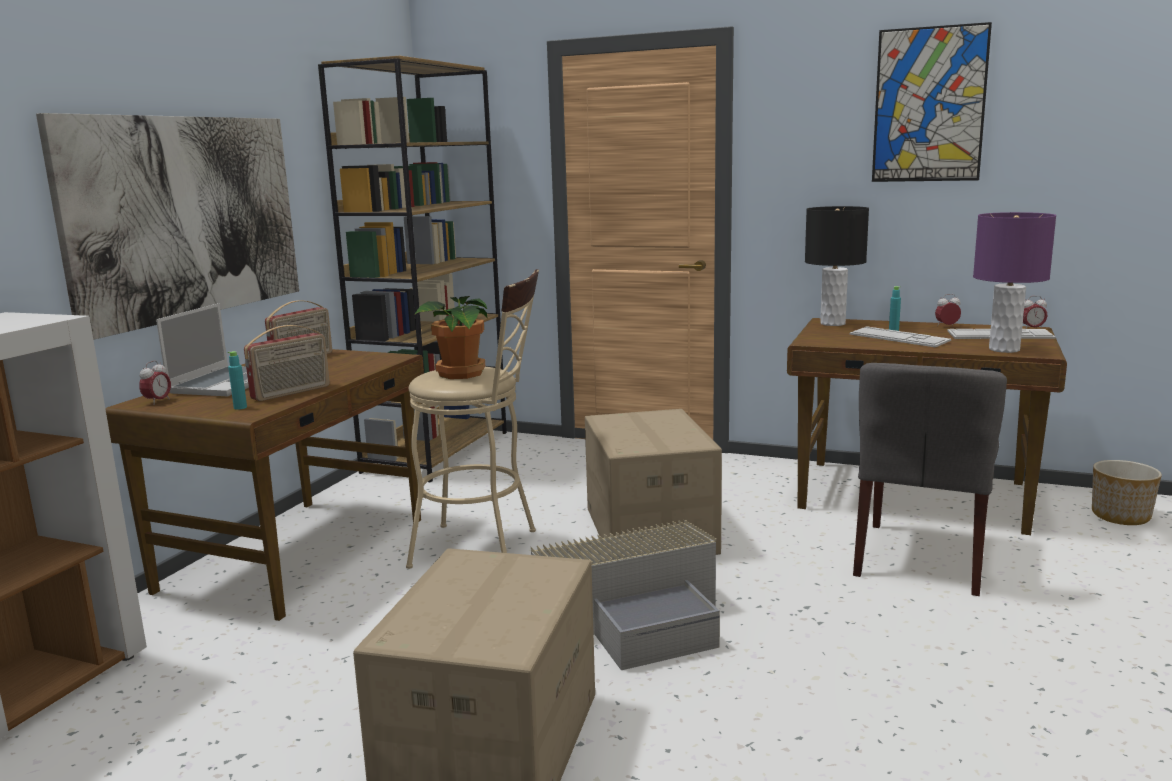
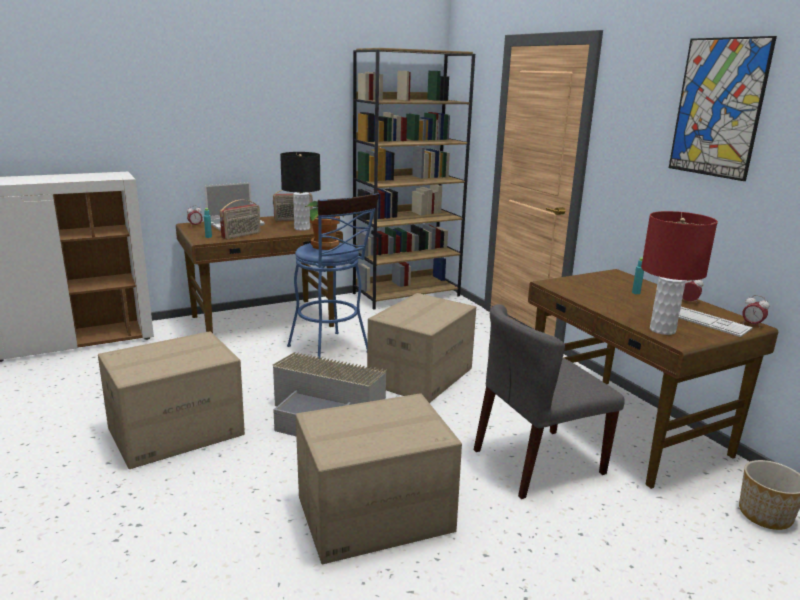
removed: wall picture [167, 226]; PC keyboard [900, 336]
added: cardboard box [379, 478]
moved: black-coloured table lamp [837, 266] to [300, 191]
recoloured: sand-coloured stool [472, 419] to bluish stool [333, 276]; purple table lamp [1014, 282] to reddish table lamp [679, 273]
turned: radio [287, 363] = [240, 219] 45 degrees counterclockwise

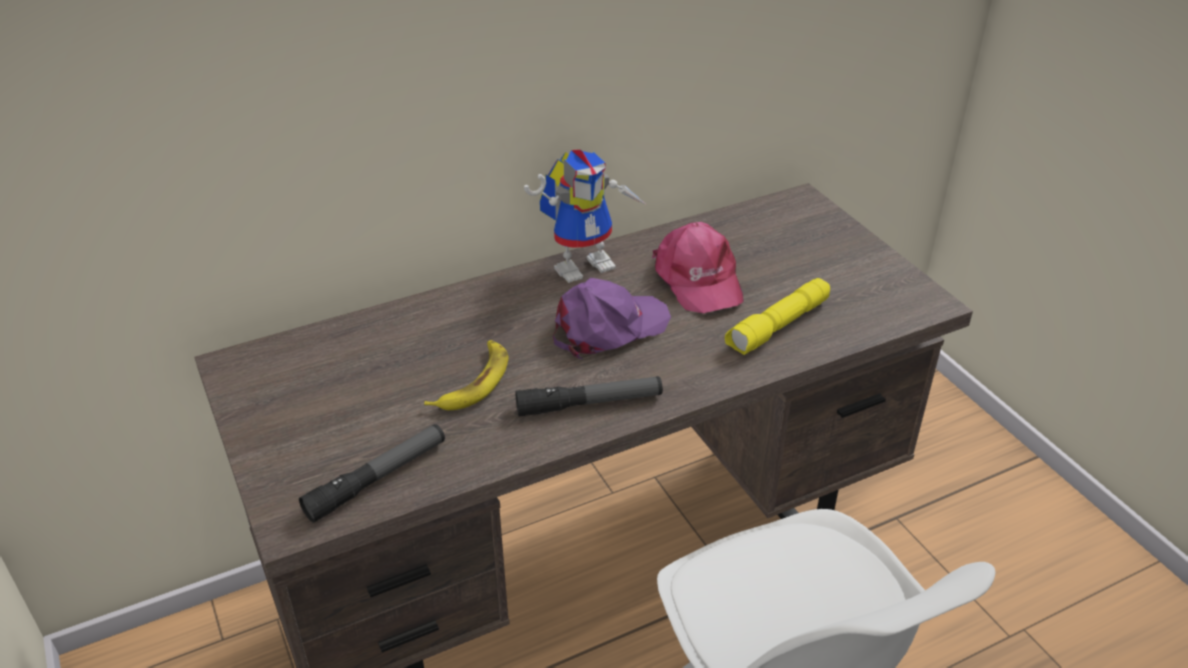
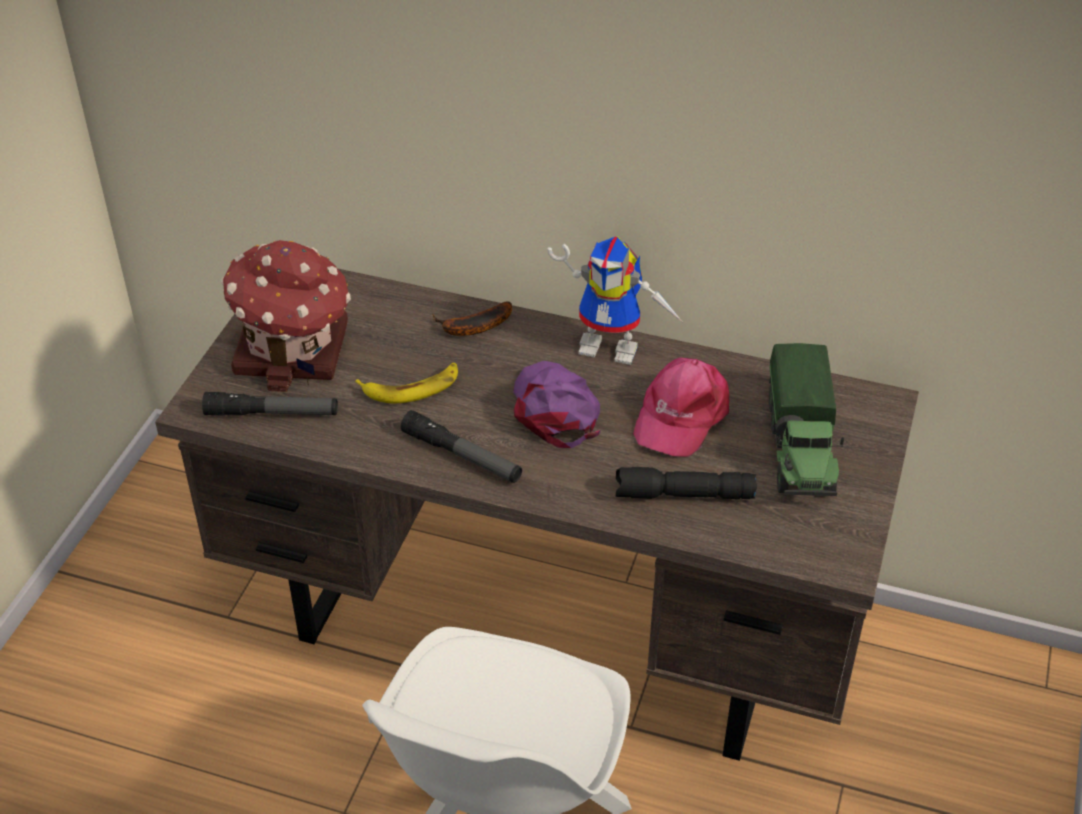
added: miniature house [286, 316]; banana [472, 318]; model truck [806, 419]
recoloured: yellowish hand torch [777, 316] to black-coloured hand torch [686, 483]
turned: purple peaked cap [612, 319] = [557, 404] 120 degrees counterclockwise

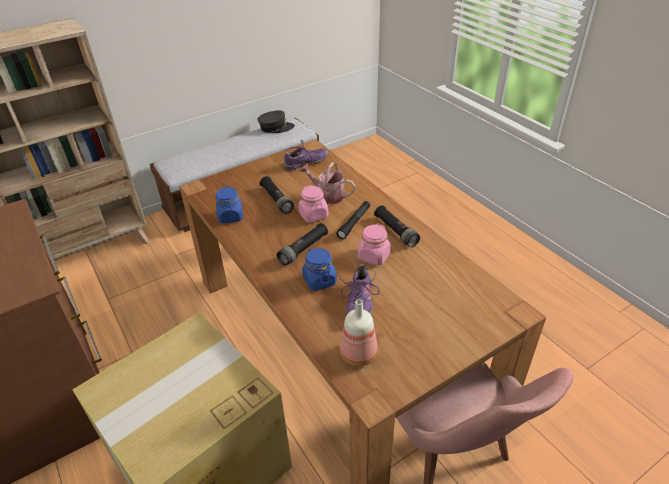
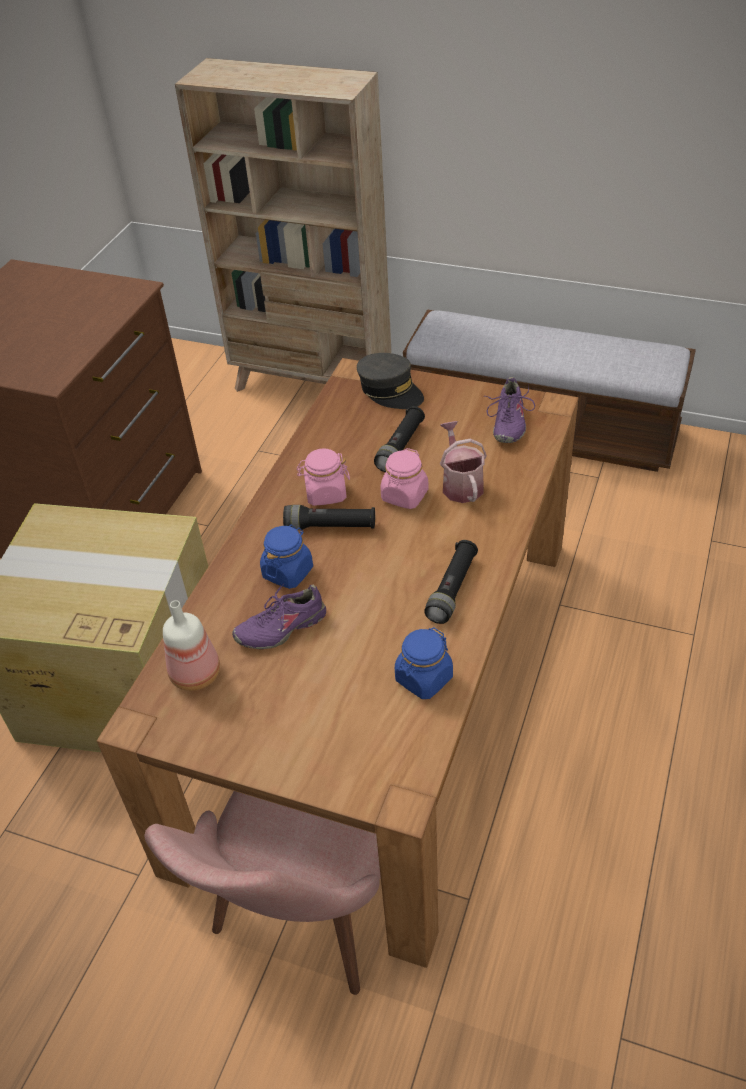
removed: black-coloured hand torch [353, 220]
moved: pink jar [374, 244] to [323, 477]; greyish peaked cap [276, 121] to [390, 381]; bluish jar [229, 204] to [424, 663]
turned: purple low shoe [305, 155] = [509, 410] 75 degrees clockwise

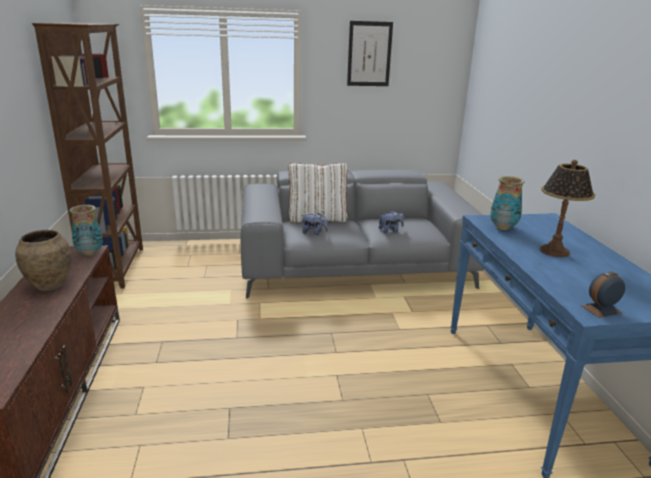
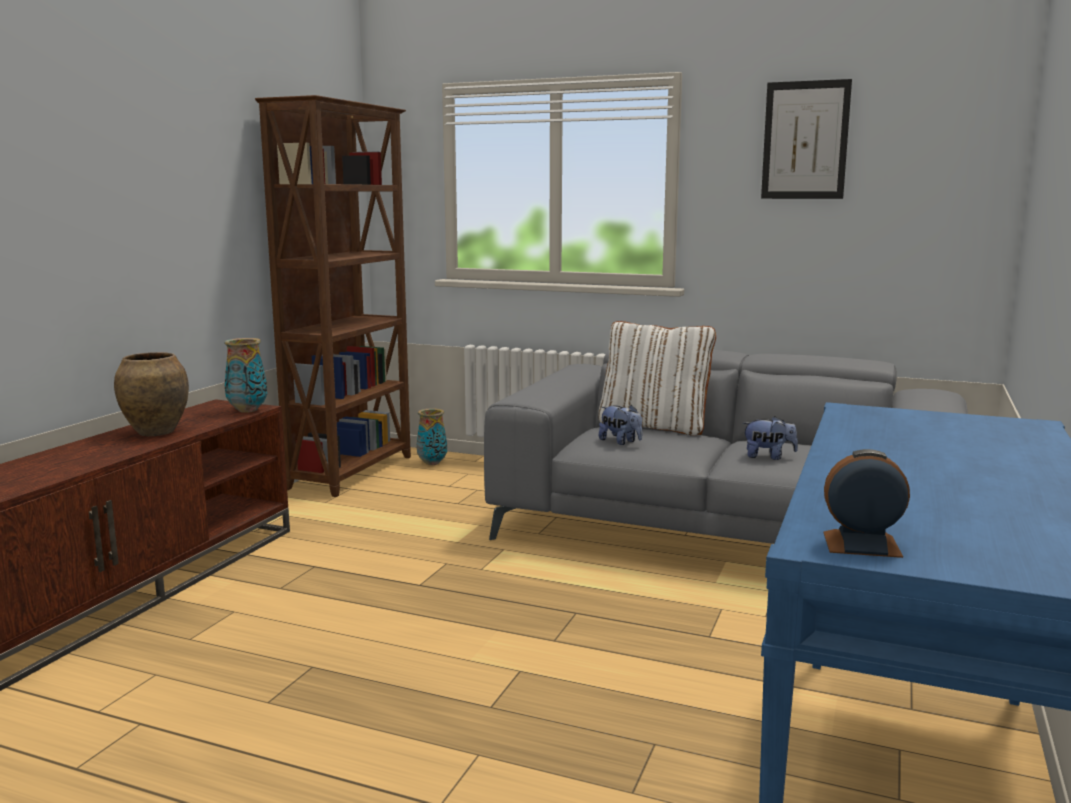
removed: table lamp [567, 208]
moved: vase [507, 203] to [432, 436]

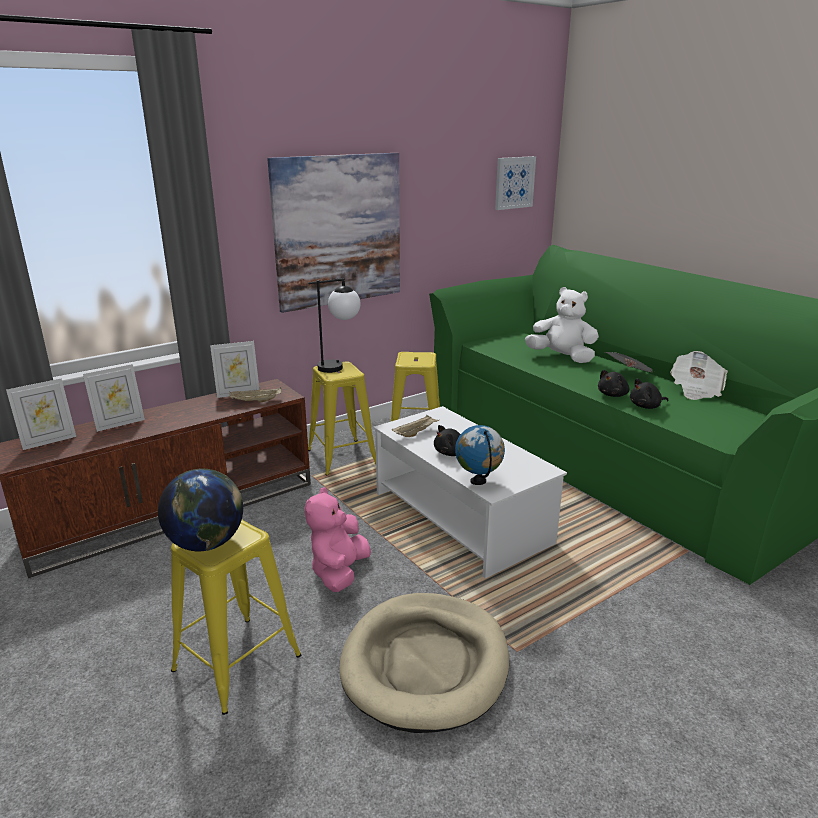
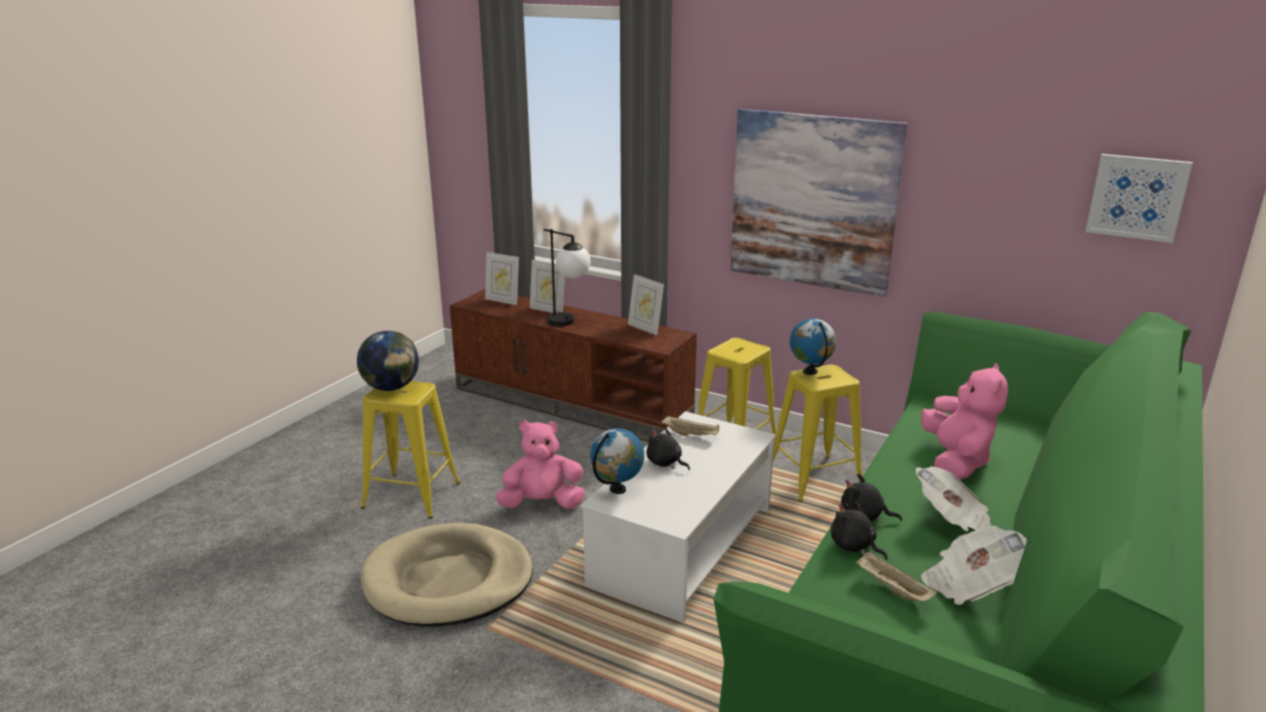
added: world globe [813, 346]
moved: table lamp [334, 325] to [567, 278]; sand-coloured carrying tray [255, 395] to [896, 575]
recoloured: white-coloured plush toy [562, 325] to pink plush toy [964, 421]

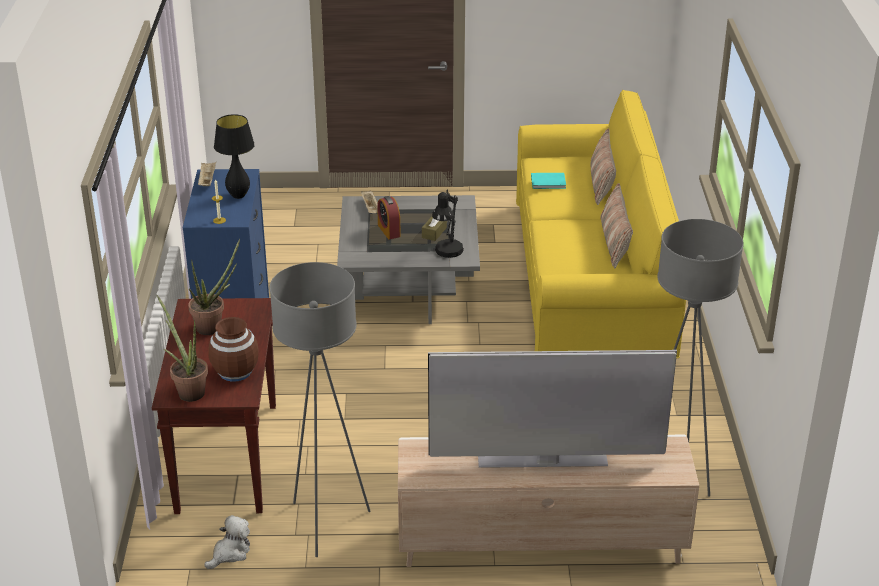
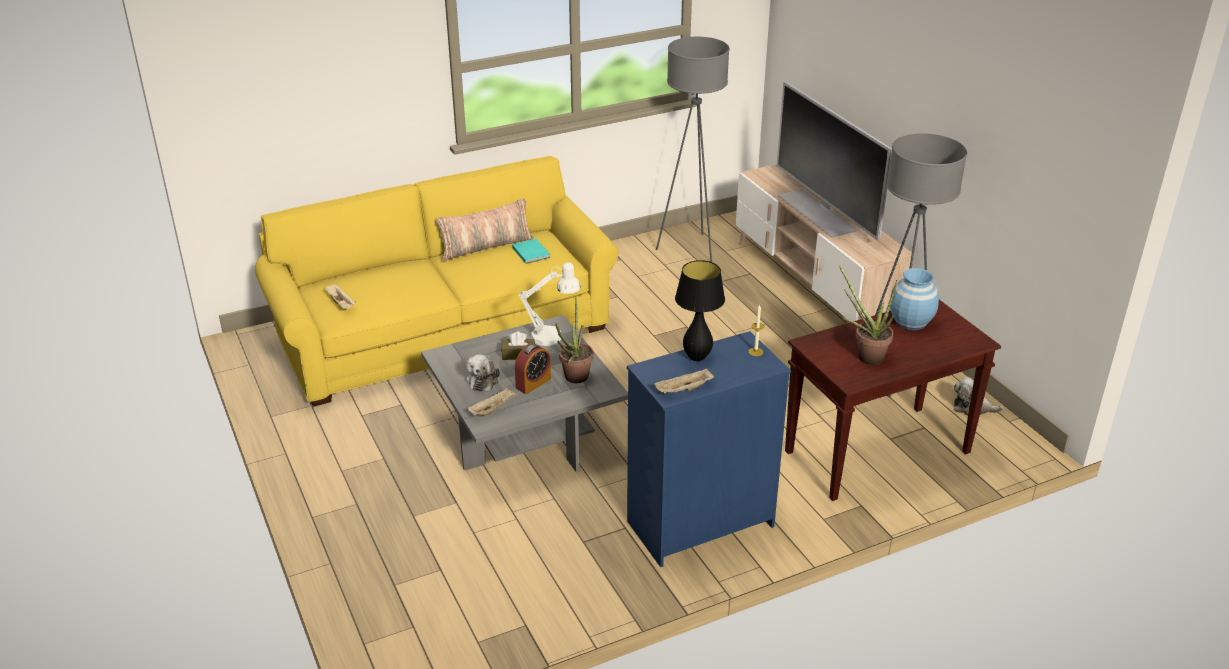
removed: pillow [603, 166]
added: sand-coloured carrying tray [340, 296]; plush toy [483, 372]
moved: blue-green bound book [548, 181] to [531, 251]; plant in a pot [182, 348] to [574, 339]
recoloured: black-coloured table lamp [448, 223] to white-coloured table lamp [550, 304]; brown vase [233, 349] to bluish vase [914, 299]

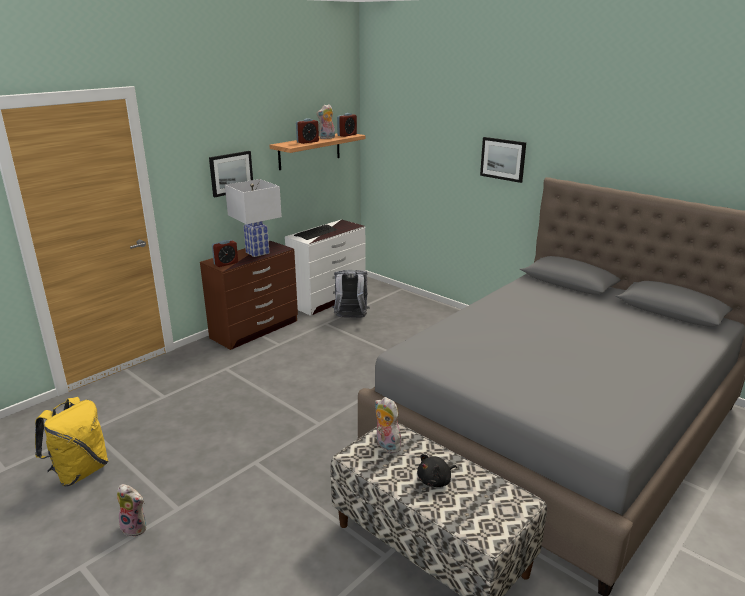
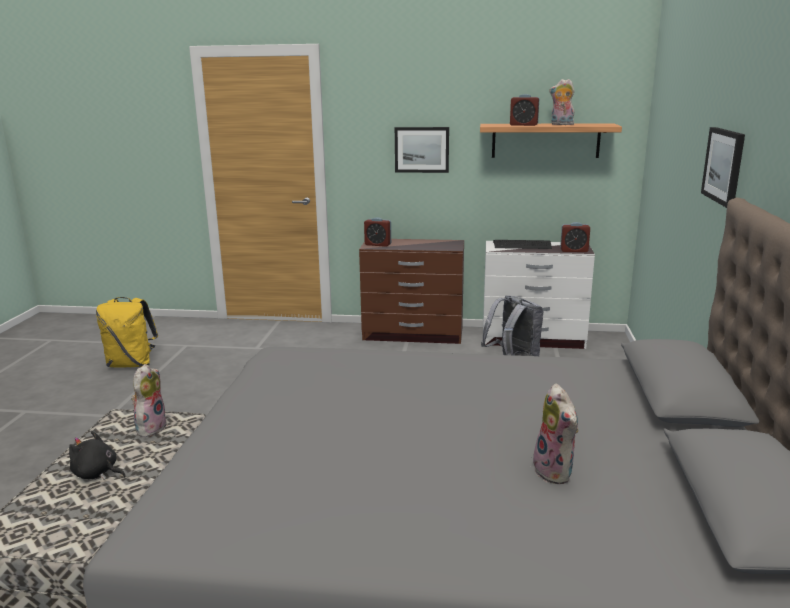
removed: white-coloured table lamp [253, 218]
moved: plush toy [131, 510] to [554, 434]; table clock [347, 125] to [575, 237]

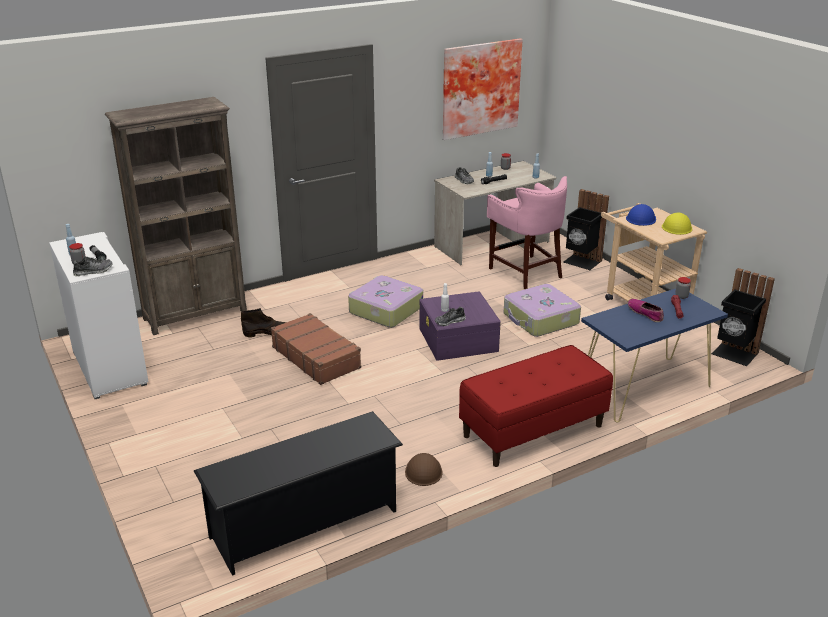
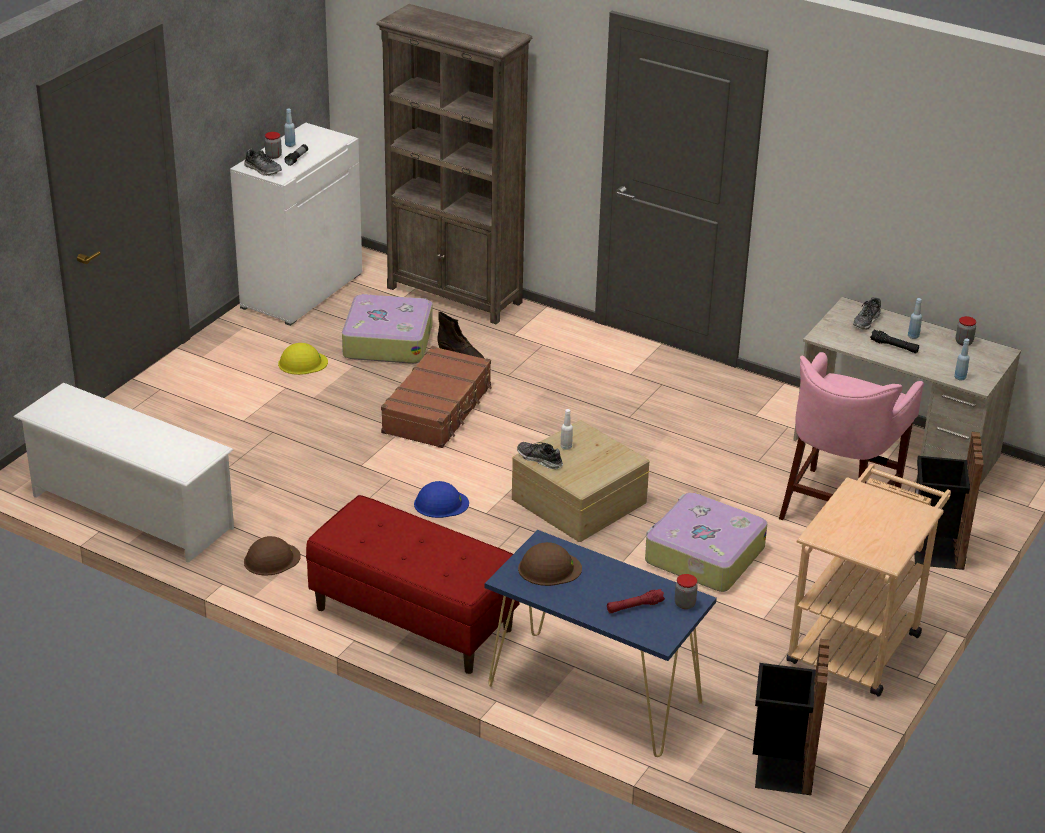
removed: wall picture [483, 89]; low shoe [646, 310]
added: brown safety helmet [550, 564]
moved: yellowish safety helmet [677, 224] to [303, 359]; piece of luggage [385, 301] to [387, 329]; bluish safety helmet [641, 215] to [441, 499]
recoloured: black-coloured shoe stand [298, 493] to white-coloured shoe stand [124, 473]; purple storage container [460, 326] to sand-coloured storage container [581, 481]

